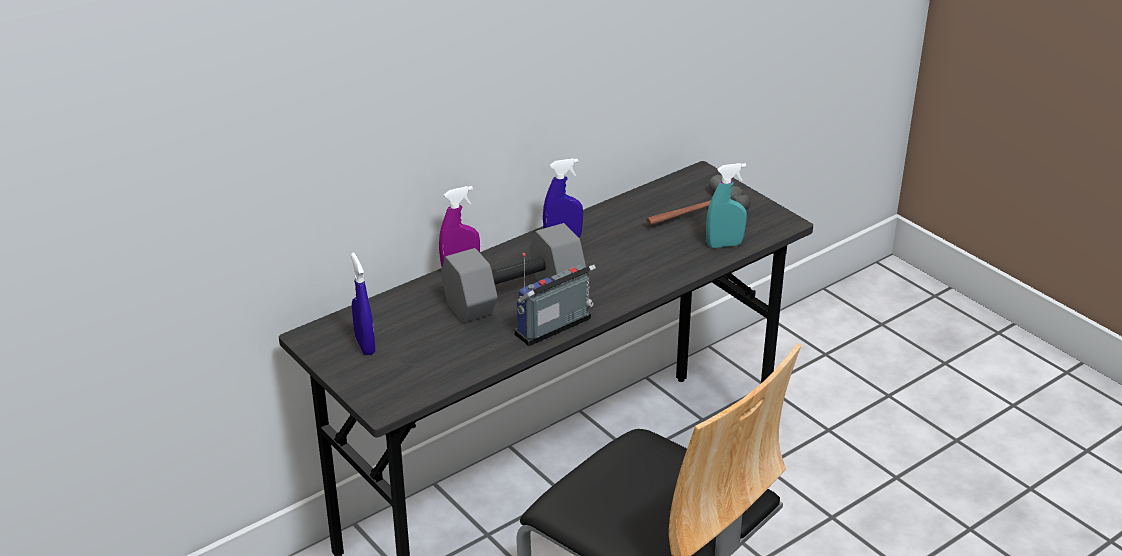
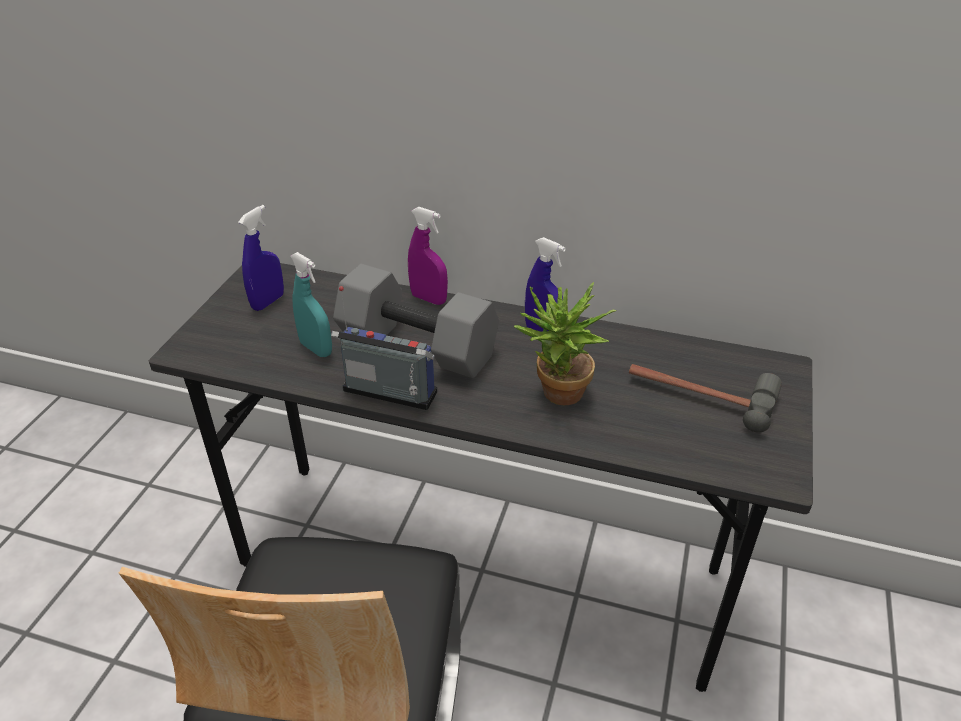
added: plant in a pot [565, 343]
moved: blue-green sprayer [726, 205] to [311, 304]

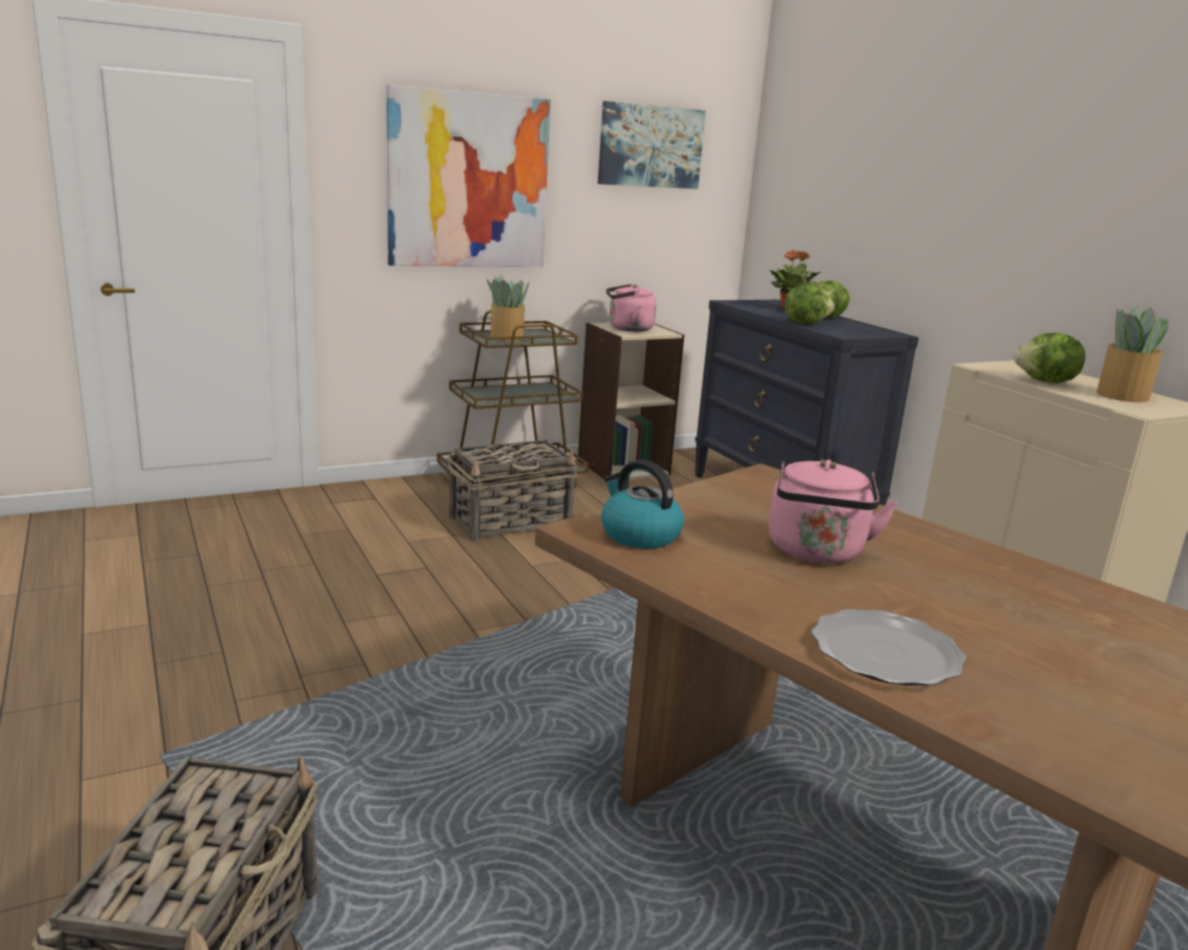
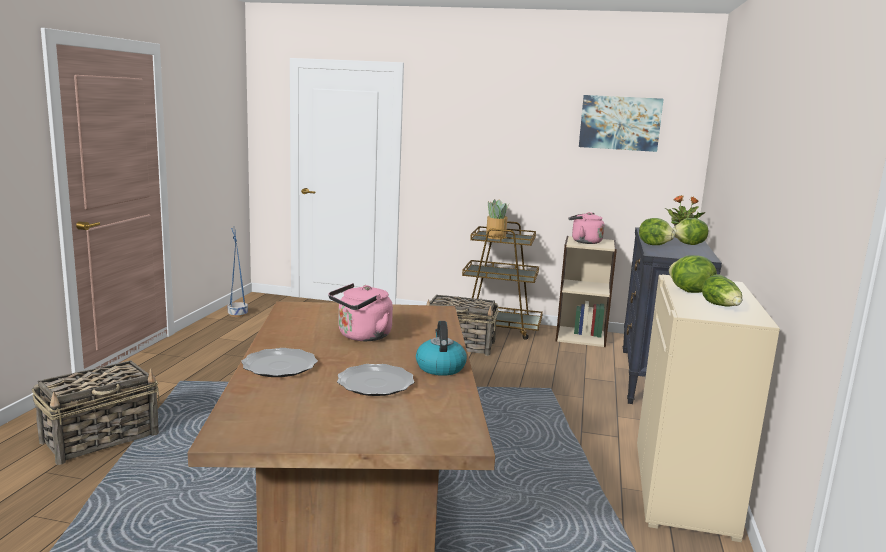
removed: wall picture [468, 175]
added: bluish planter [238, 272]; dinner plate [376, 380]
moved: water kettle [642, 504] to [441, 348]
replaced: plant in a pot [1133, 354] to head of lettuce [722, 290]

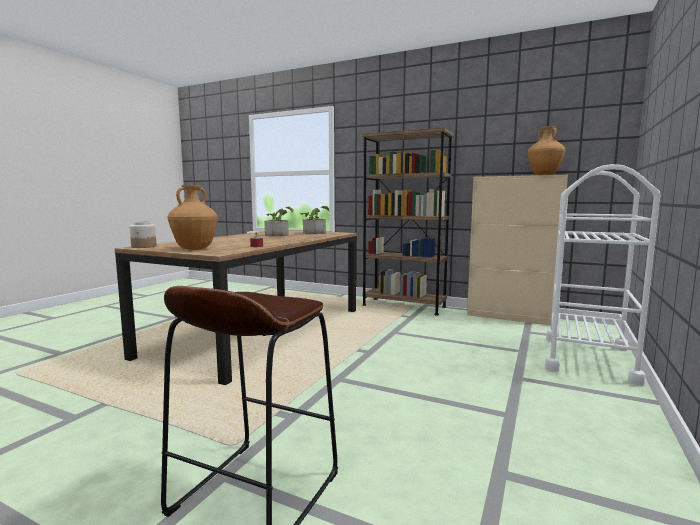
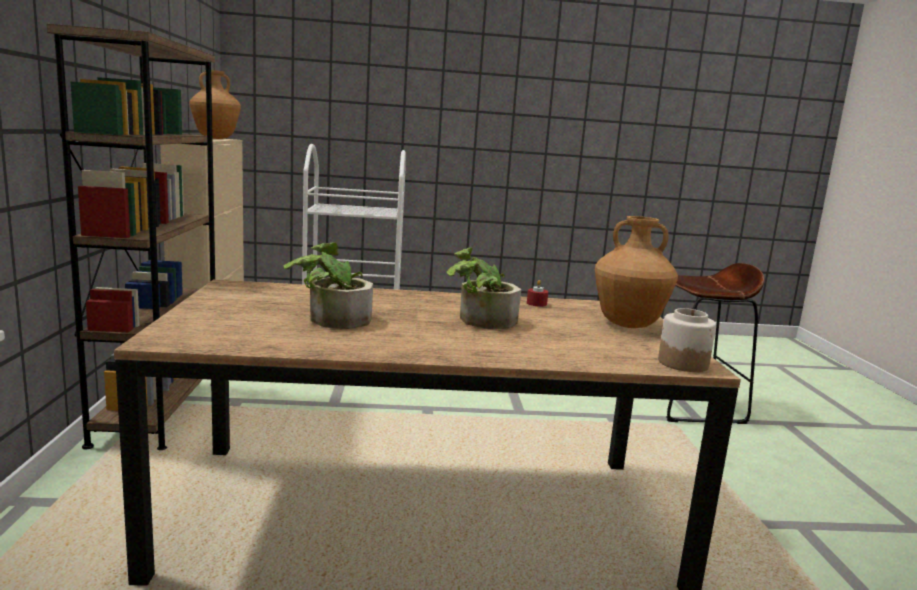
moved: plant in a pot [314, 220] to [483, 288]

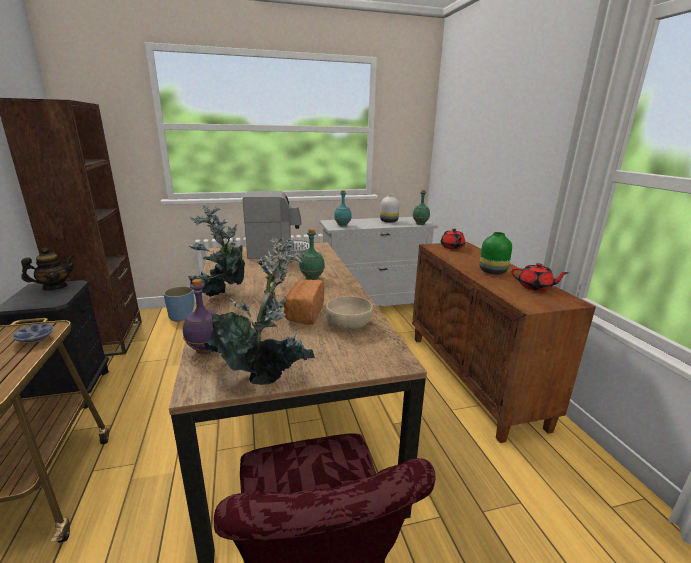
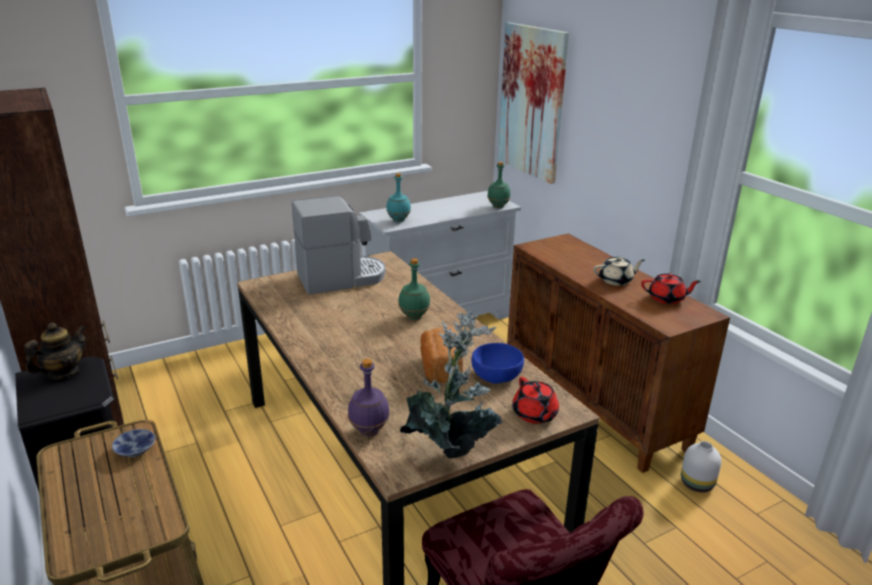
removed: bluish planter [178, 304]; plant in a pot [216, 250]
added: wall picture [533, 103]
moved: reddish teapot [453, 239] to [535, 400]; white-coloured vase [390, 208] to [701, 466]
replaced: greenish vase [496, 253] to sand-coloured teapot [619, 271]
recoloured: sand-coloured deep dish [349, 313] to bluish deep dish [498, 363]

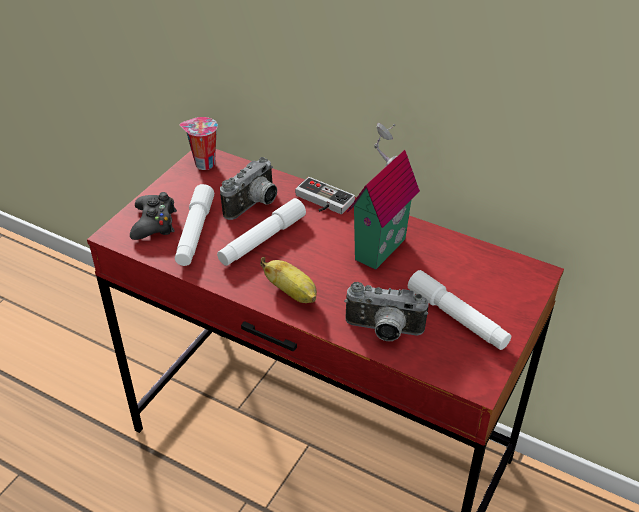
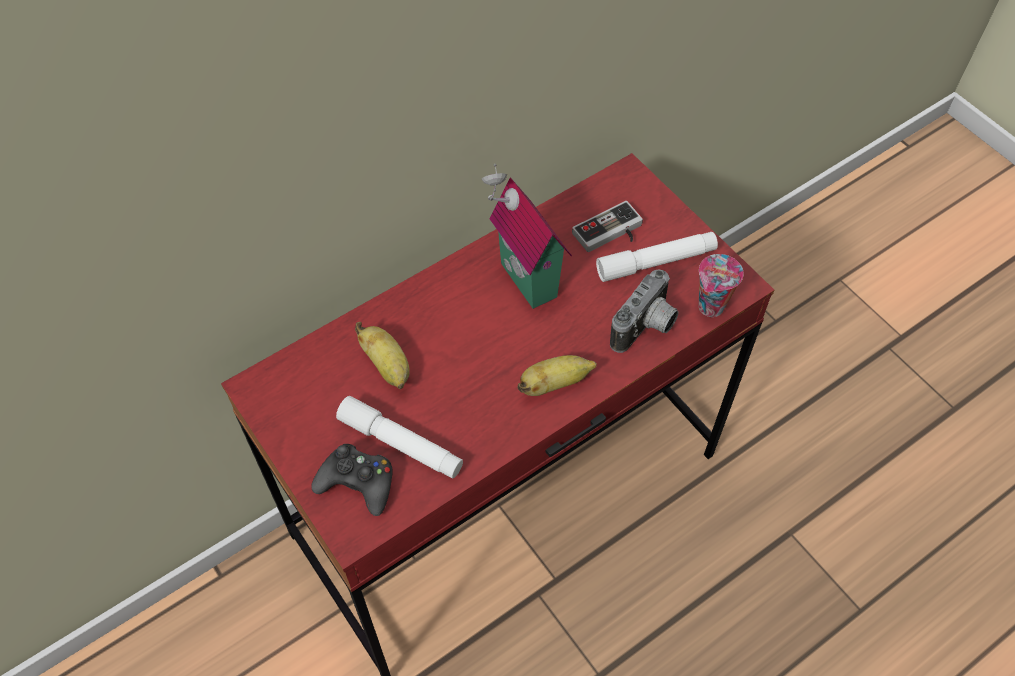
removed: white-coloured hand torch [261, 232]
moved: joypad [325, 195] to [607, 226]; cup [199, 143] to [721, 285]
replaced: photo camera [248, 188] to banana [382, 355]

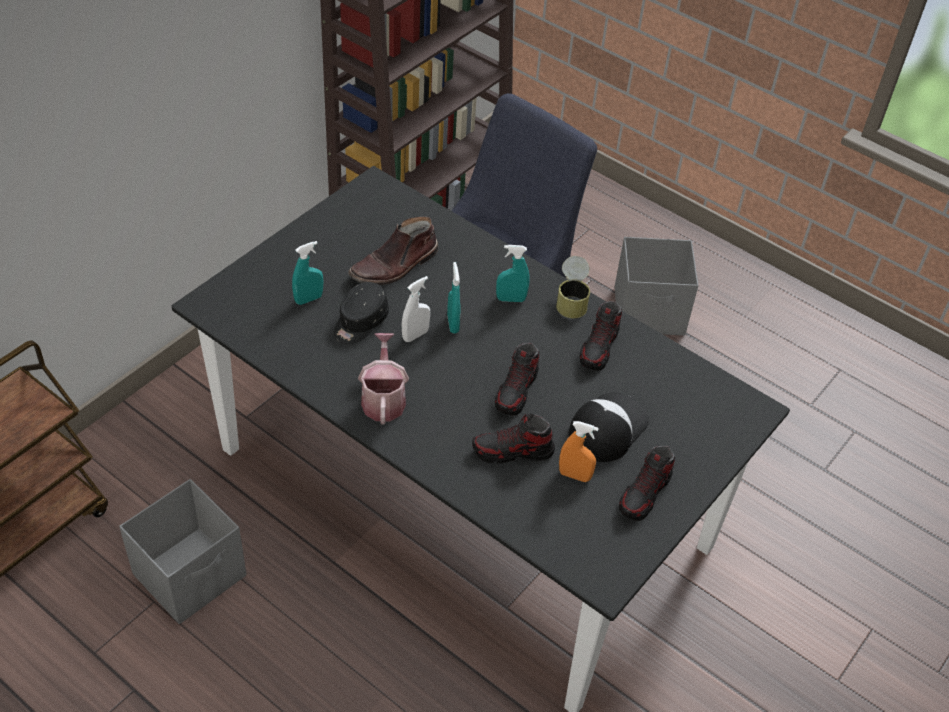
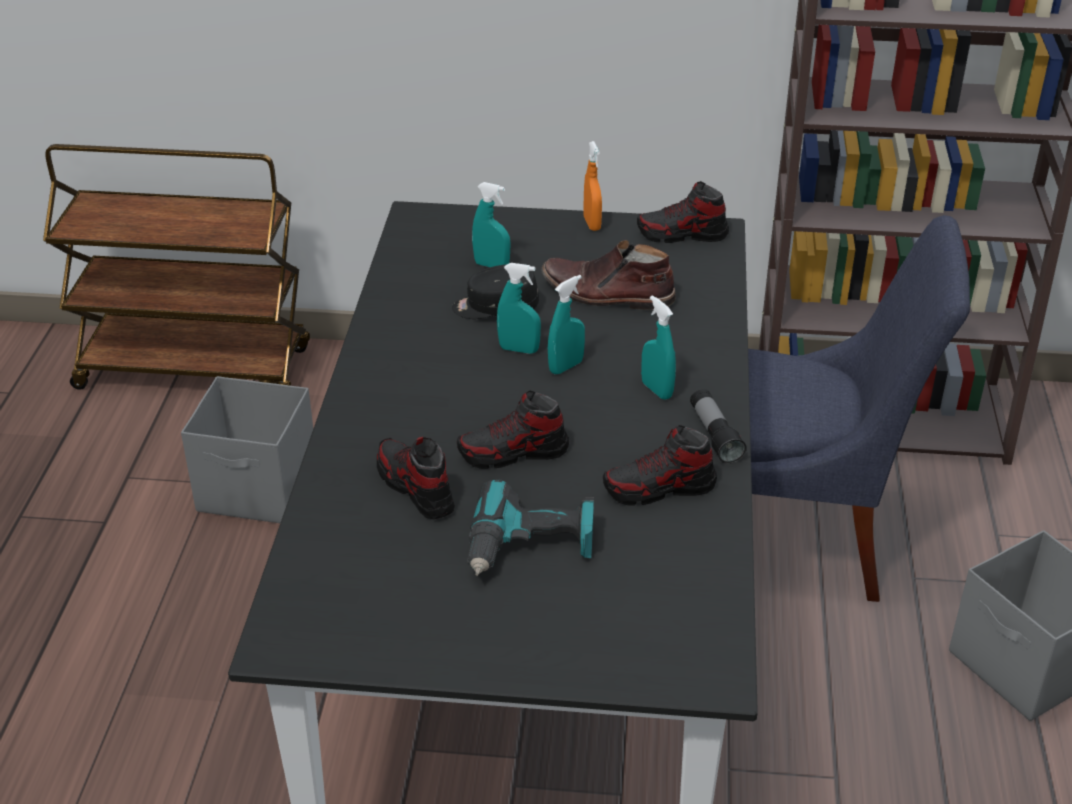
removed: watering can [383, 378]
moved: orange-coloured sprayer [579, 451] to [593, 186]; low shoe [647, 483] to [683, 212]
replaced: peaked cap [608, 427] to power drill [530, 527]; metal can [573, 287] to hand torch [718, 426]
recoloured: white-coloured sprayer [416, 309] to blue-green sprayer [519, 308]

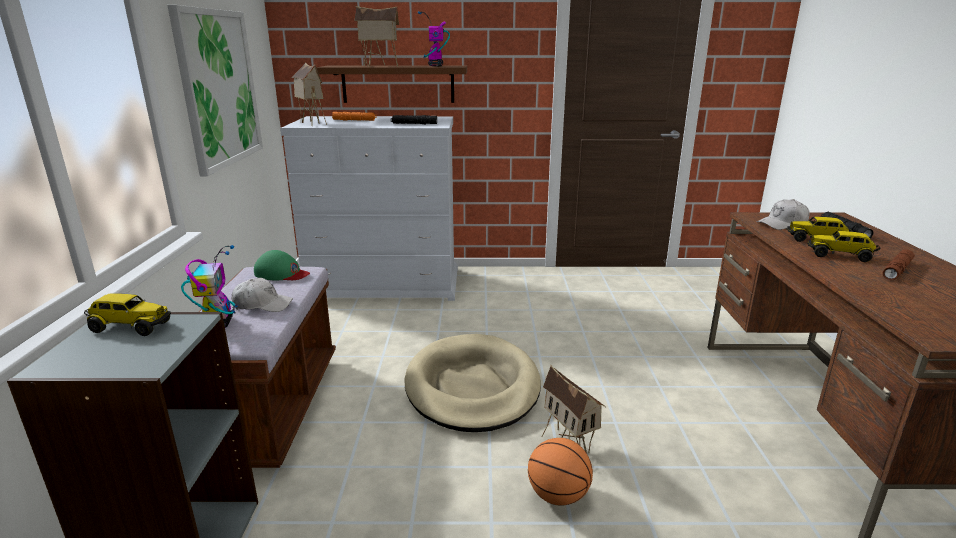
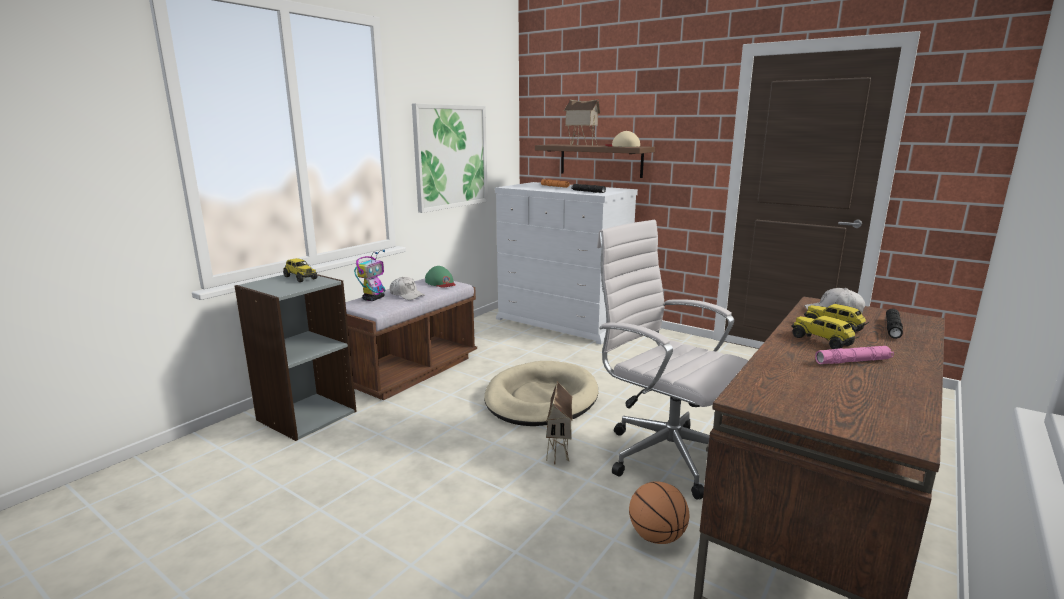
removed: miniature house [309, 94]
added: white-coloured desk chair [673, 360]
moved: basketball ball [560, 472] to [659, 512]
replaced: model robot [434, 38] to sand-coloured peaked cap [622, 139]
recoloured: brown hand torch [899, 264] to pink hand torch [854, 355]

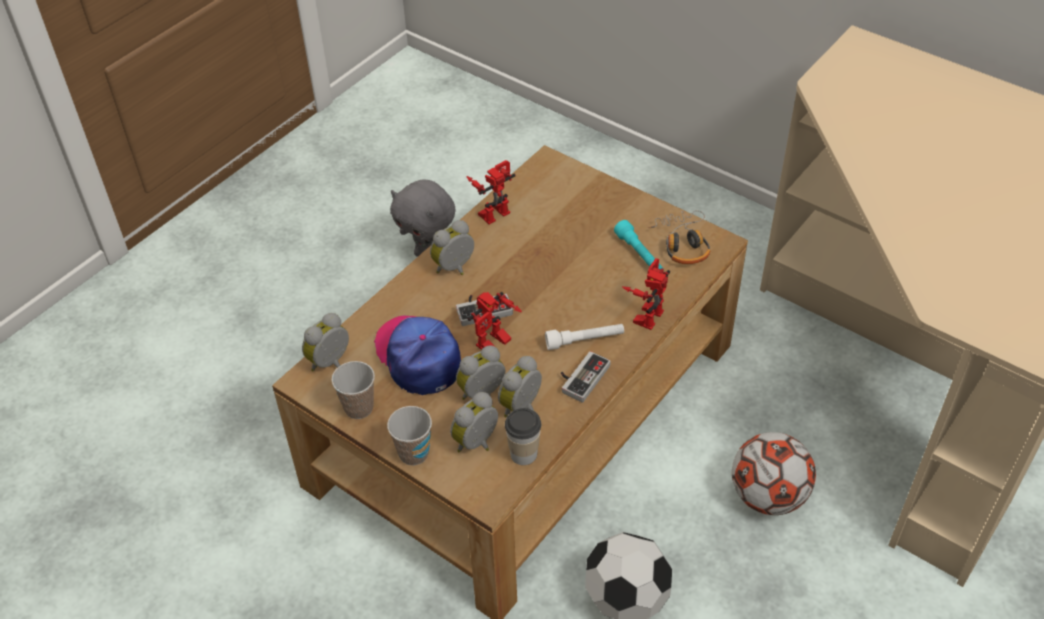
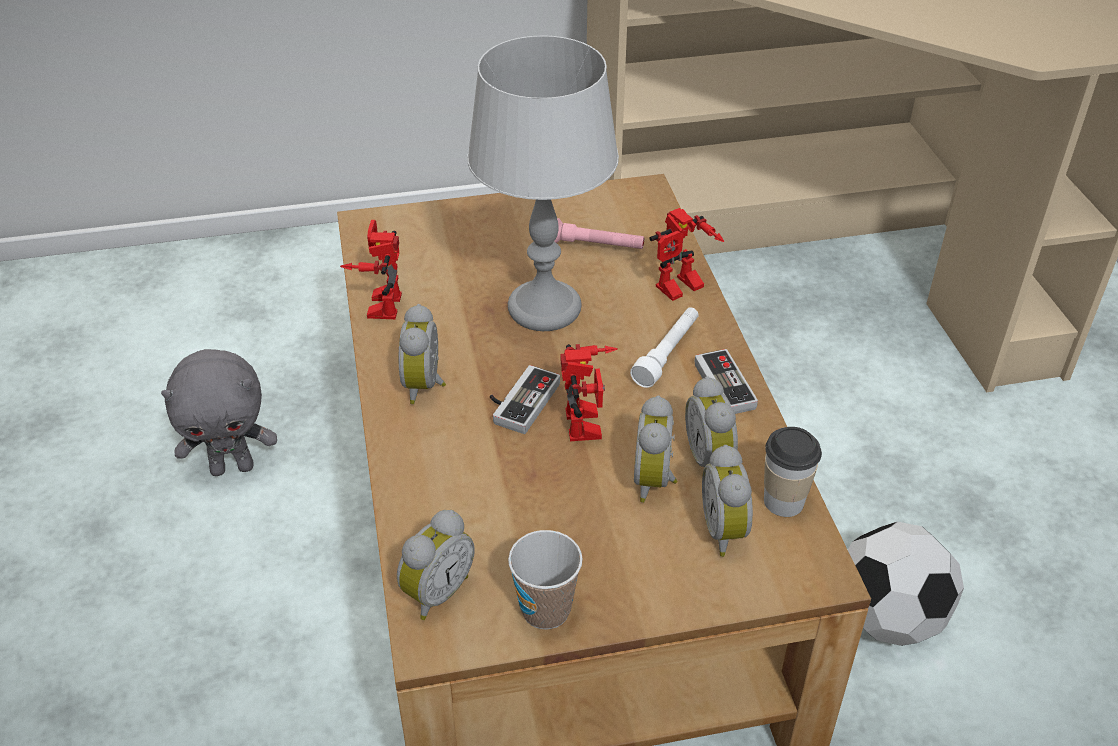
removed: peaked cap [417, 355]; cup [409, 435]; headset [679, 237]; football [774, 473]
added: greyish table lamp [543, 183]
recoloured: blue-green hand torch [639, 245] to pink hand torch [599, 233]
turned: table clock [325, 342] = [436, 565] 135 degrees counterclockwise; model robot [646, 294] = [686, 254] 105 degrees counterclockwise

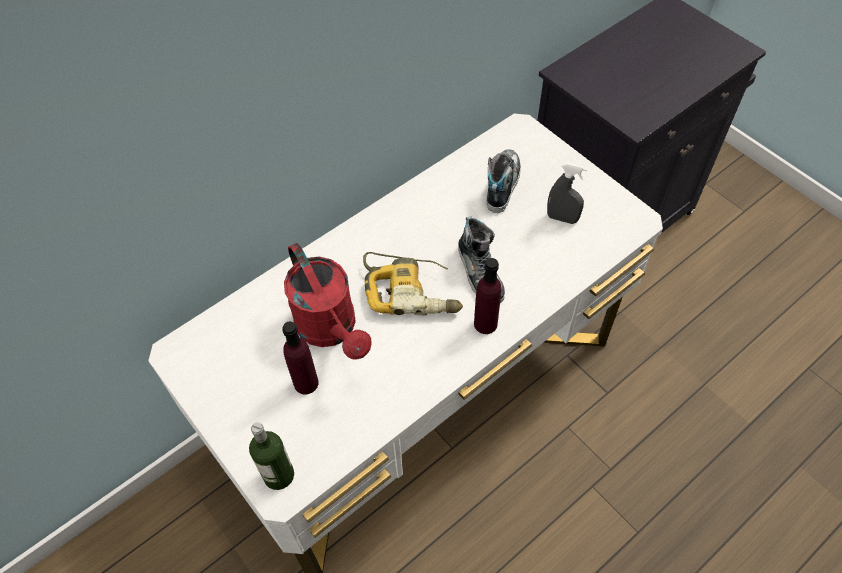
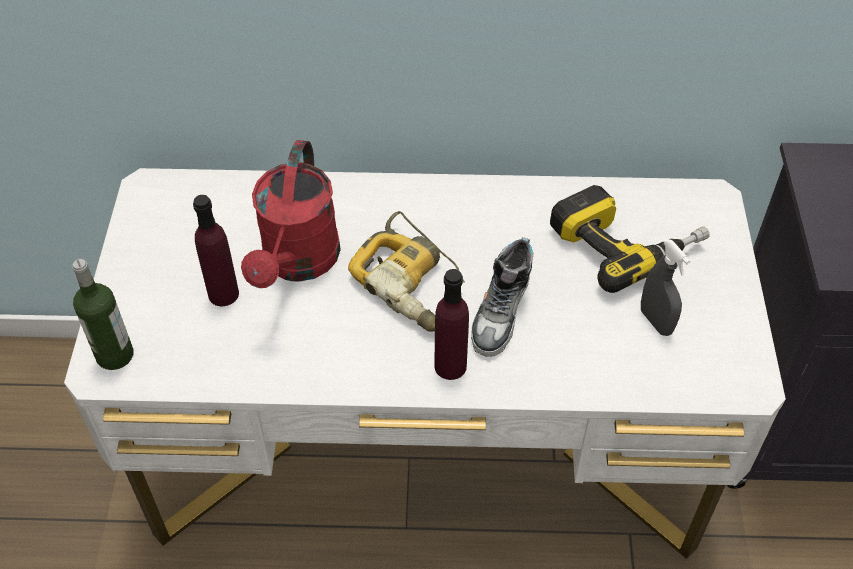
replaced: low shoe [503, 181] to power drill [630, 239]

